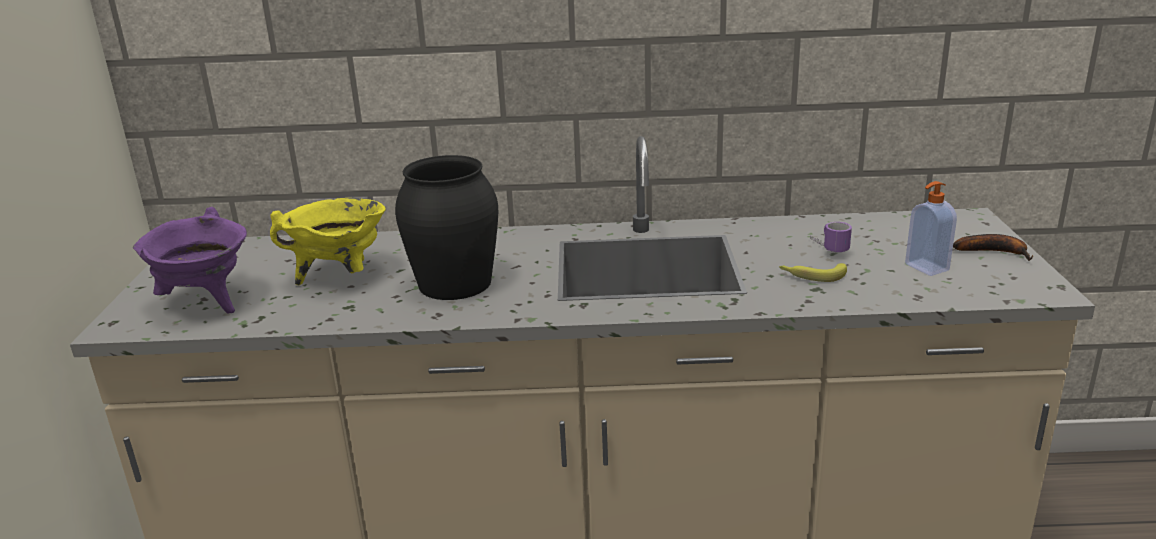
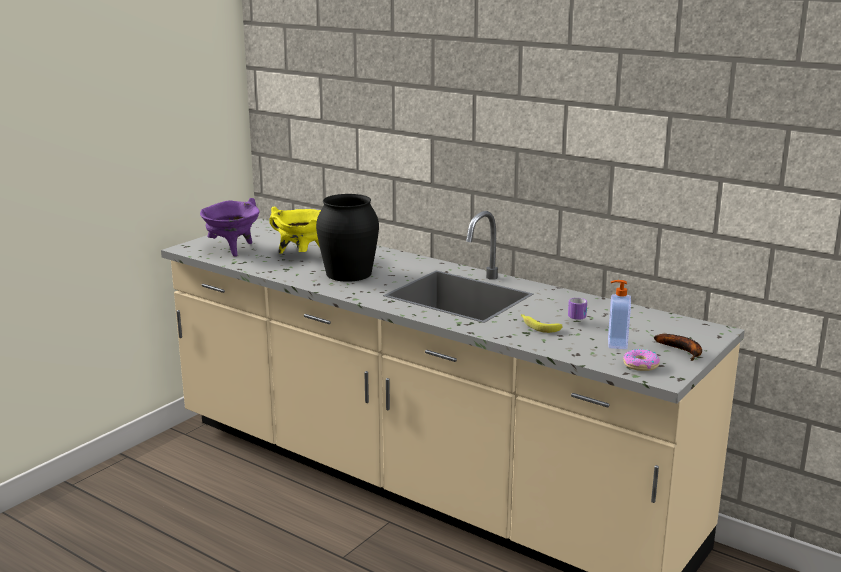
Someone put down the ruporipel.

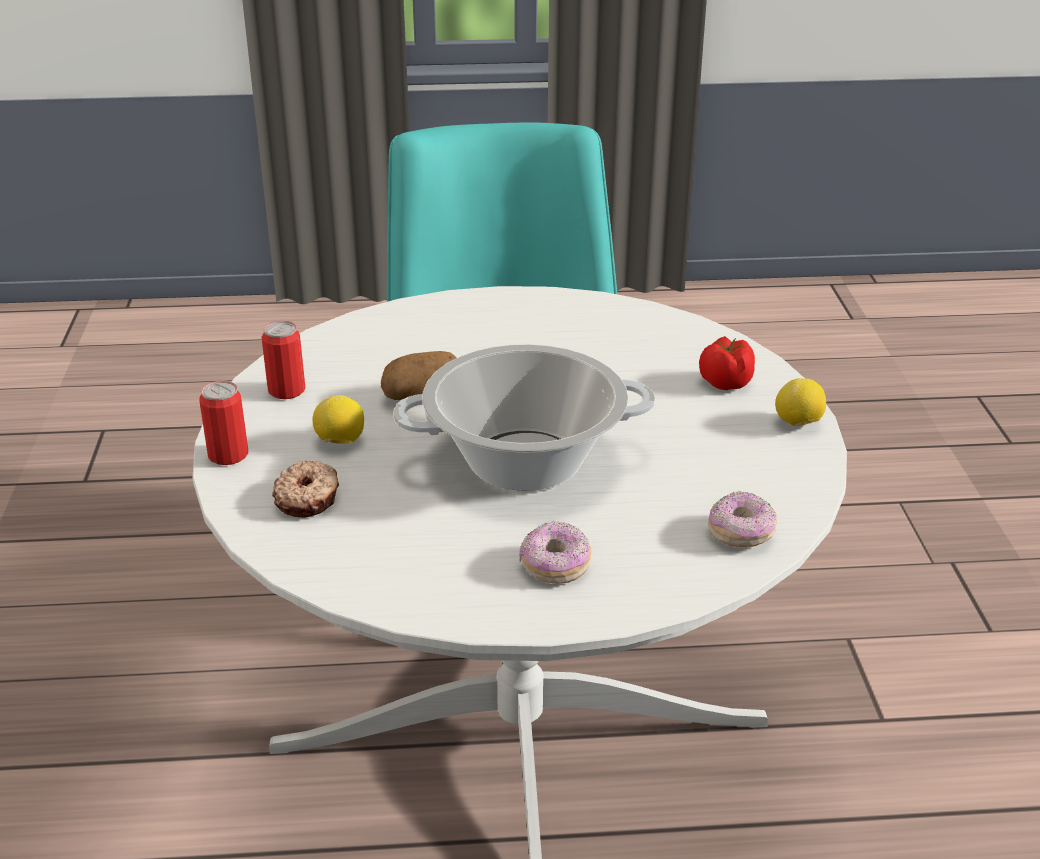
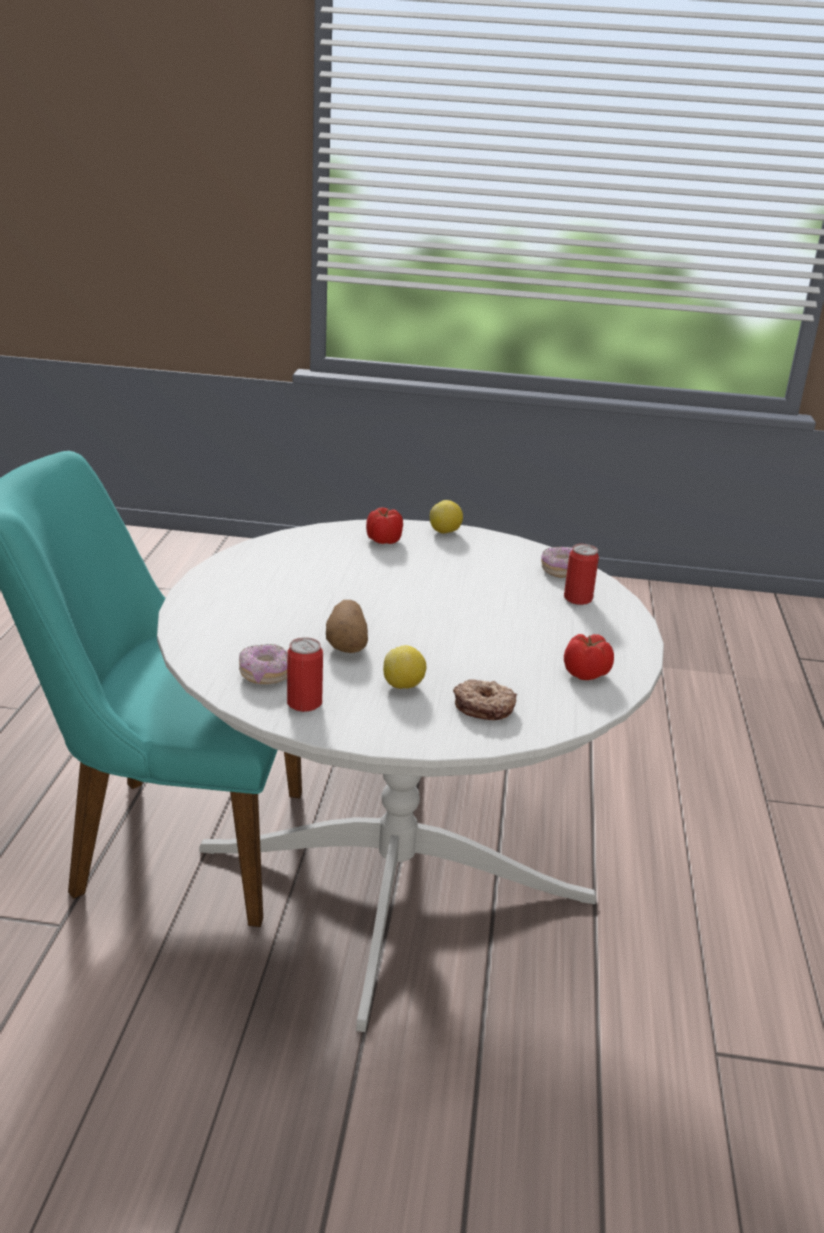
Someone took away the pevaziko.
Someone carried the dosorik (no. 1 from left in the first image).
Someone carried the ruporipel (no. 2 from left in the first image).
Someone put down the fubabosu (no. 2 from left).

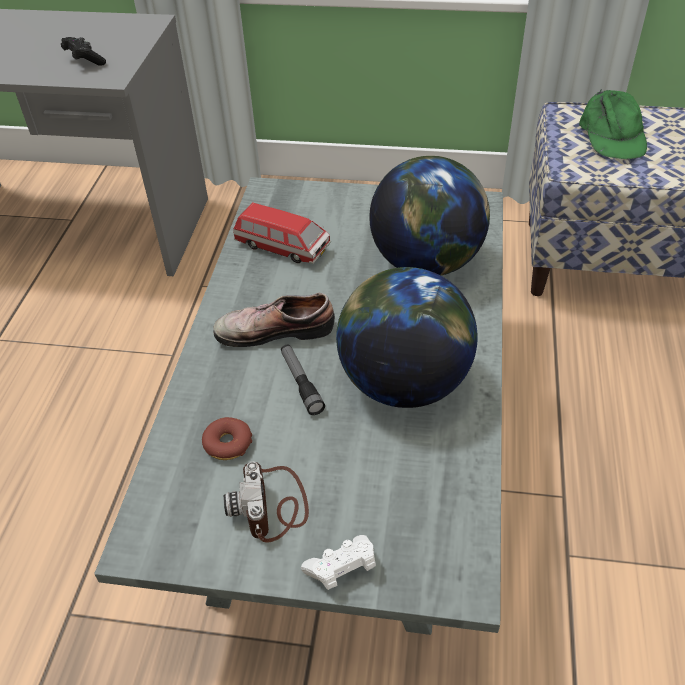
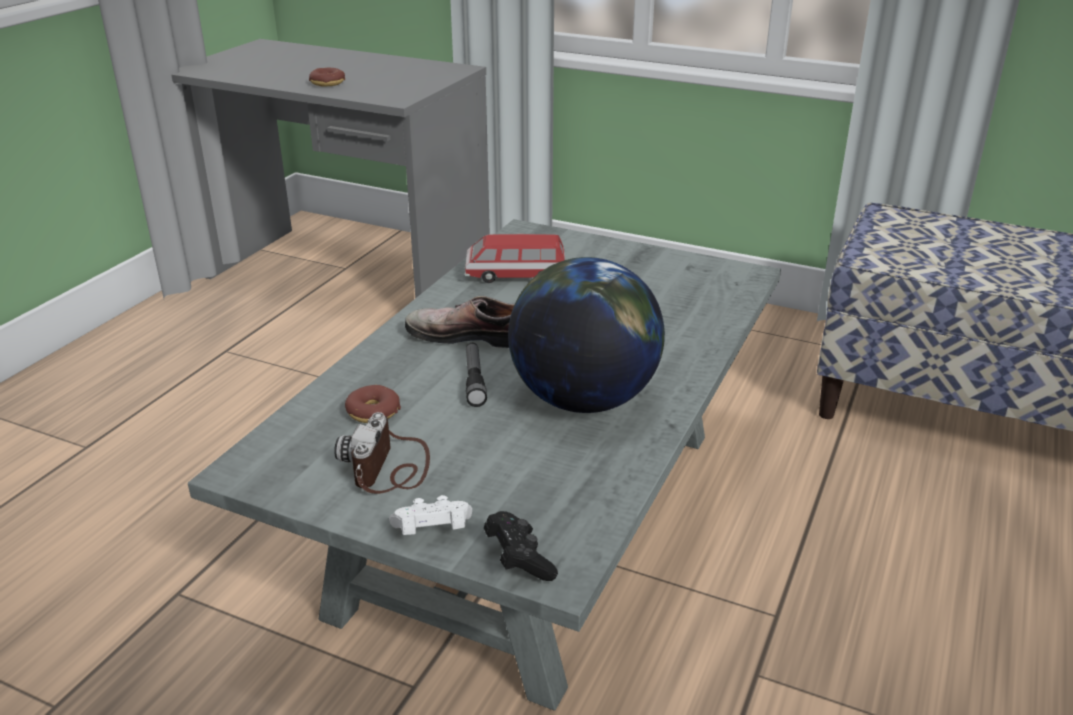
Someone carried the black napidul.
Someone took away the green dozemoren.
Someone took away the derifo (no. 2 from left).
Someone rotated the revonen by 135 degrees clockwise.
Someone put down the ruporipel (no. 1 from left).

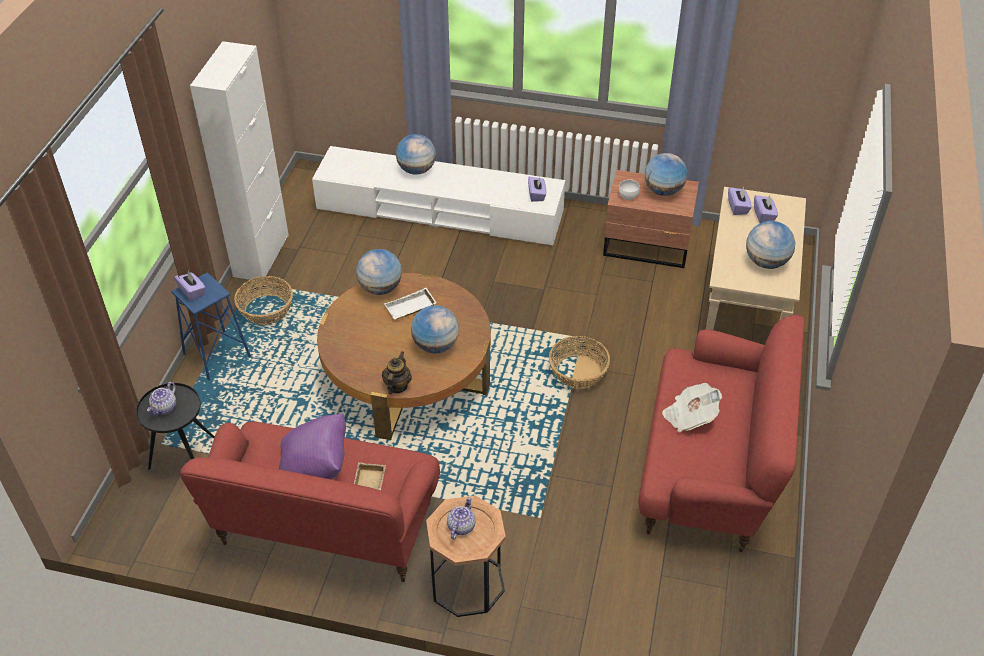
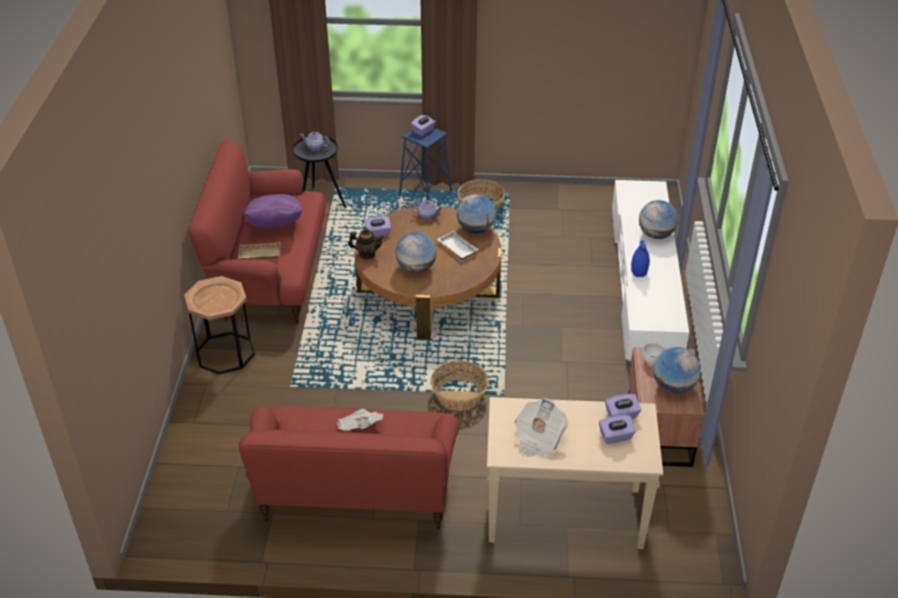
Someone took away the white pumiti.
Someone carried the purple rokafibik (no. 2 from left in the first image).
Someone swapped the derifo (no. 5 from left) for the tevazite (no. 2 from left).
Someone carried the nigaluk (no. 3 from left).
Someone put down the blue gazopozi.

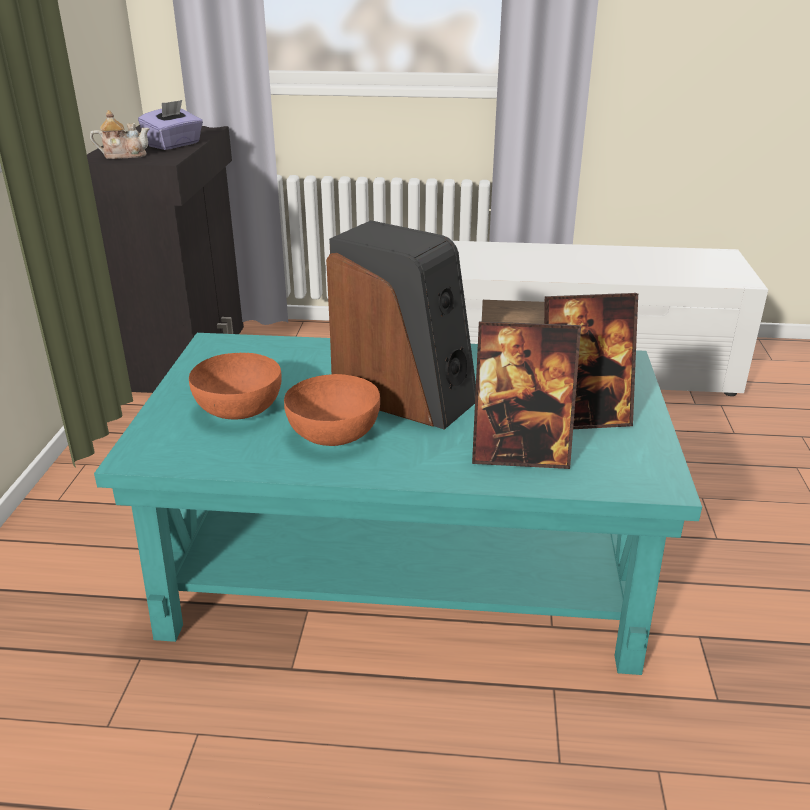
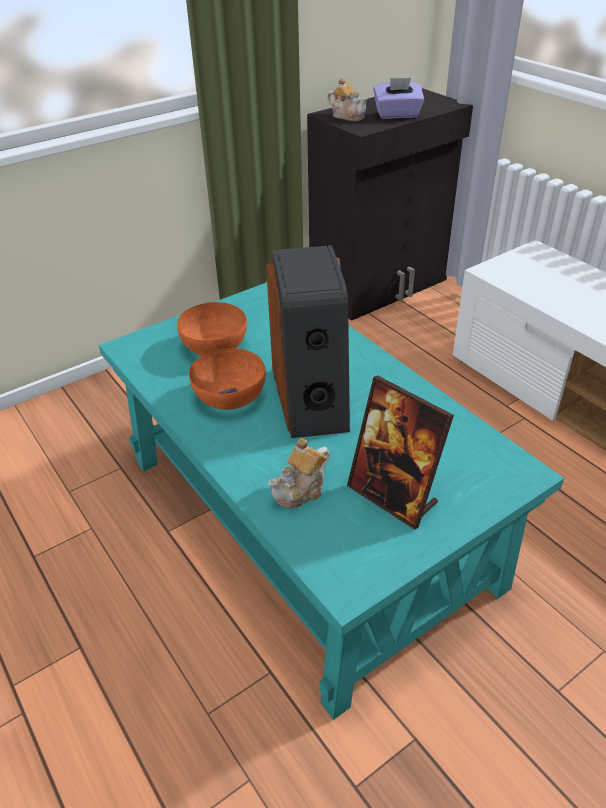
Someone swapped the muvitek (no. 1 from left) for the nigaluk (no. 1 from left).

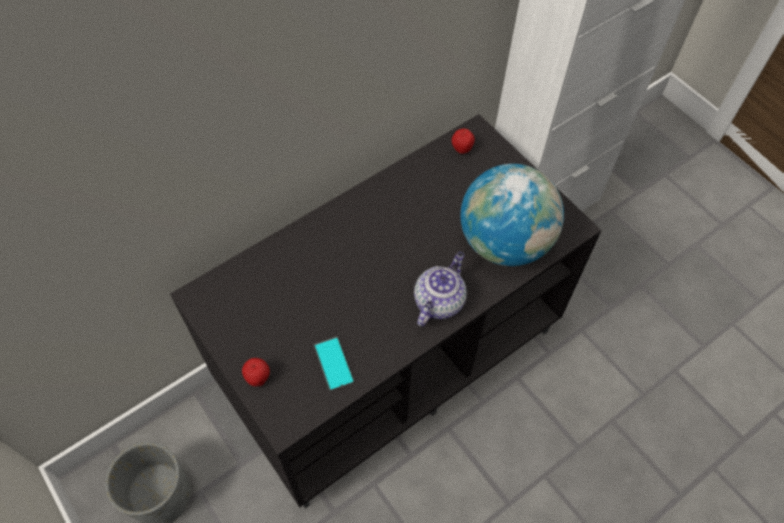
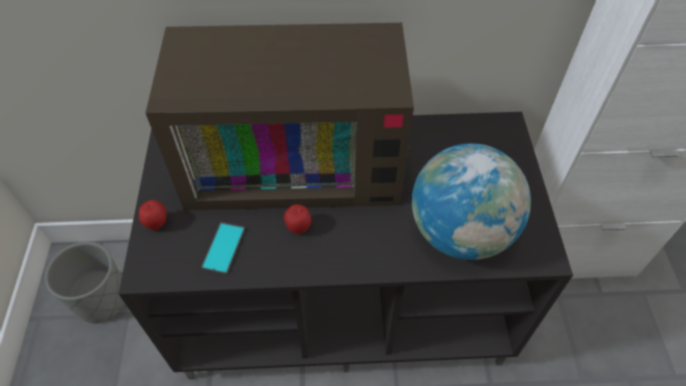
Someone carried the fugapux (no. 2 from left).
Someone took away the nigaluk.
Someone put down the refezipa.

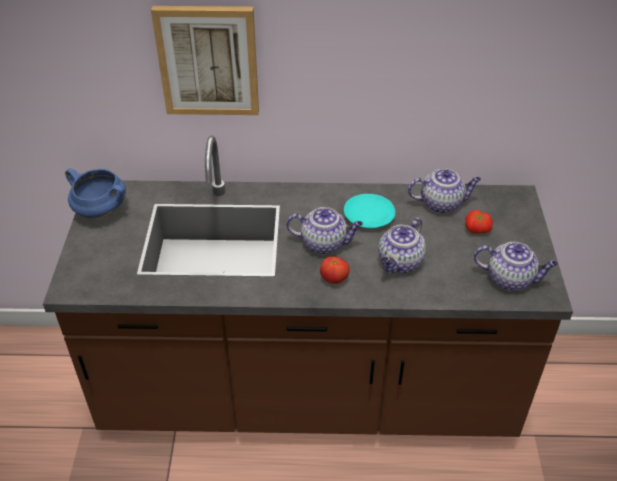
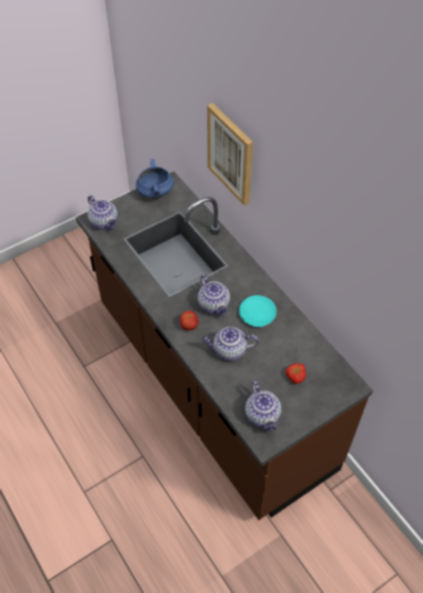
Someone carried the nigaluk (no. 3 from left in the first image).

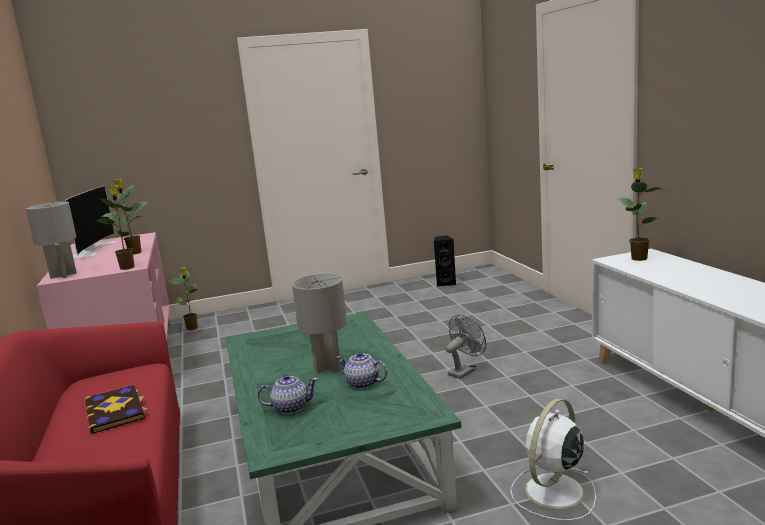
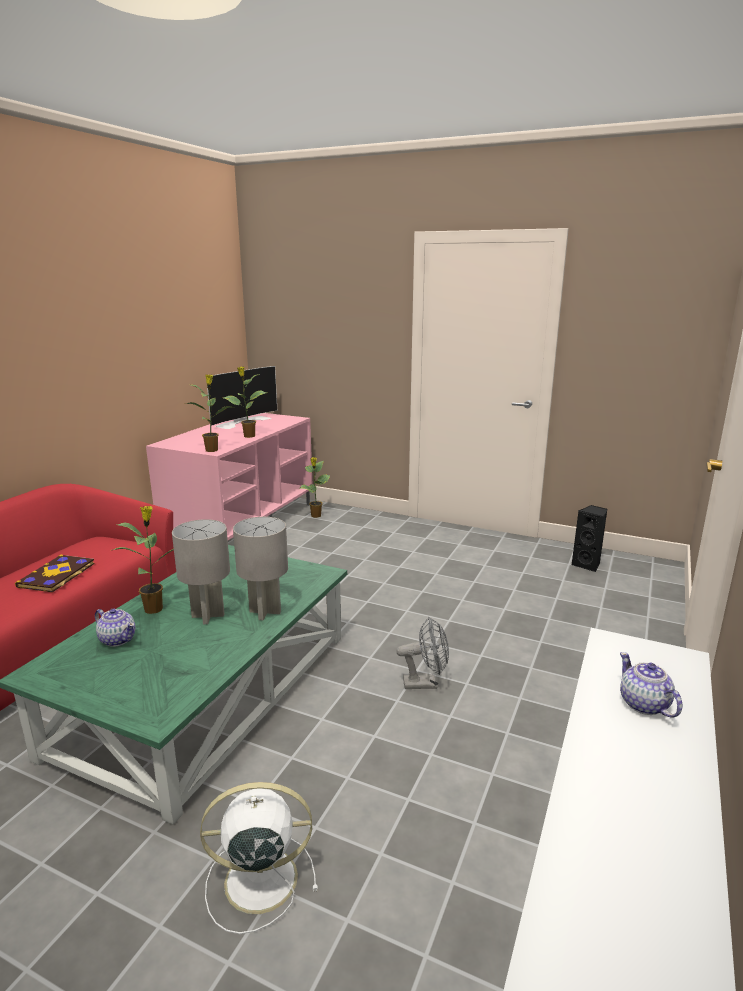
Someone carried the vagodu (no. 4 from left in the first image).
Someone carried the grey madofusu (no. 1 from left in the first image).
Someone carried the nigaluk (no. 2 from left).

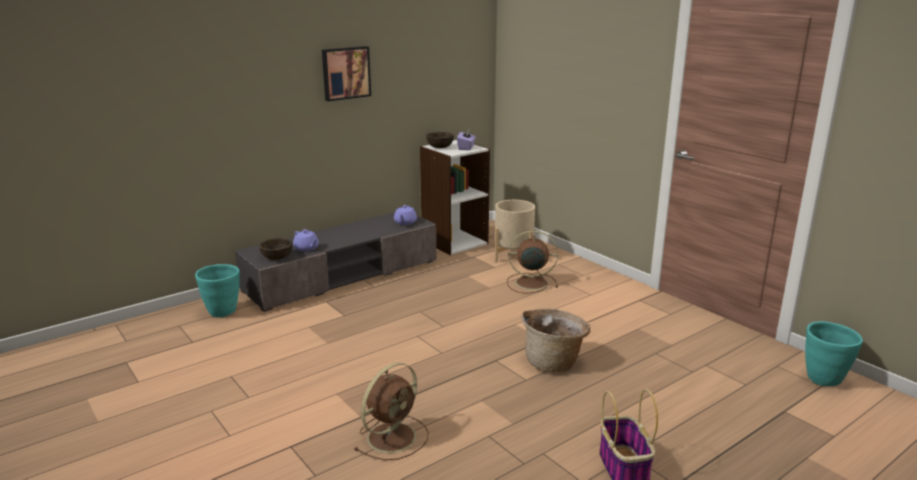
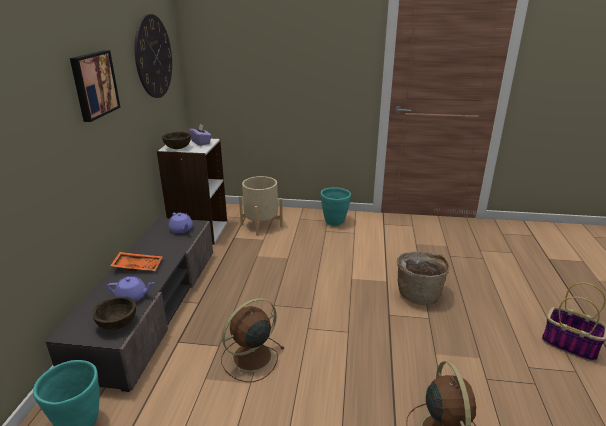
Someone carried the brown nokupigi (no. 2 from left in the first image).
Someone carried the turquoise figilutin (no. 2 from left).
Someone put up the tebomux.
Someone put down the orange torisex.

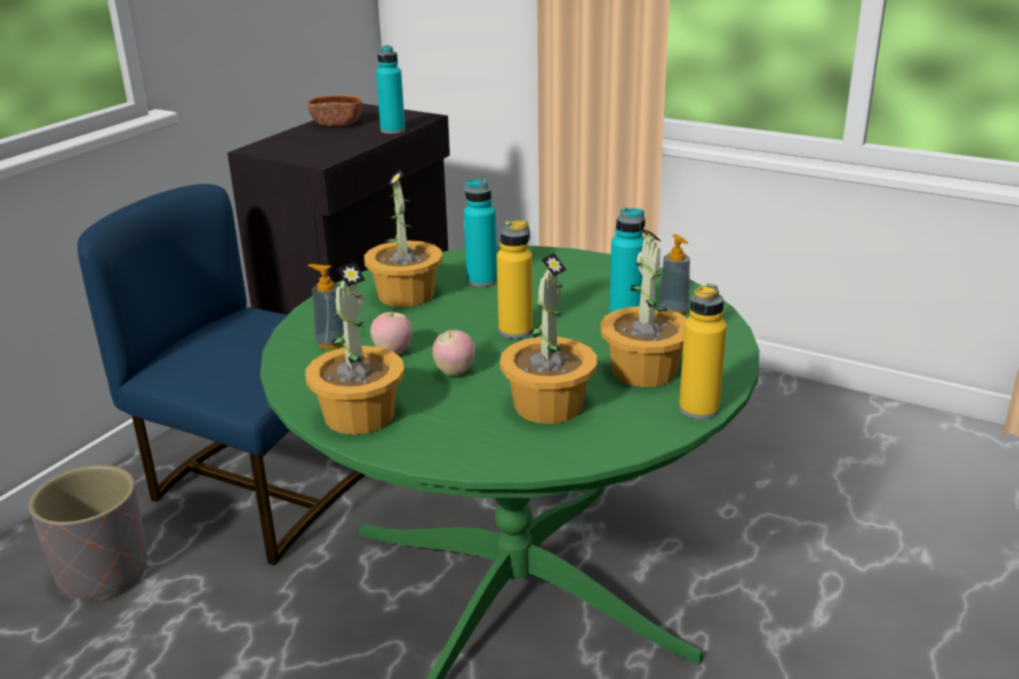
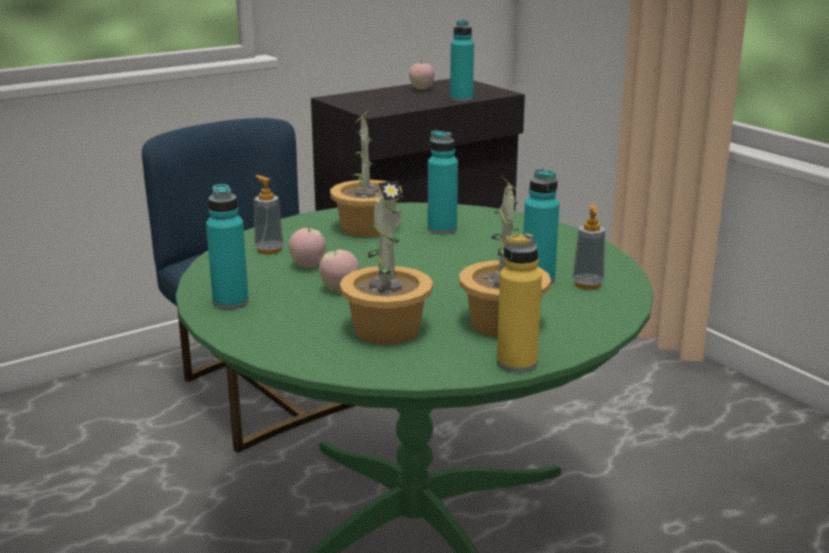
Someone swapped the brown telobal for the fugapux (no. 3 from left).
Someone took away the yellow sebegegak (no. 1 from left).
Someone swapped the vagodu (no. 1 from left) for the turquoise sebegegak (no. 1 from left).
Someone took away the grey figilutin.

